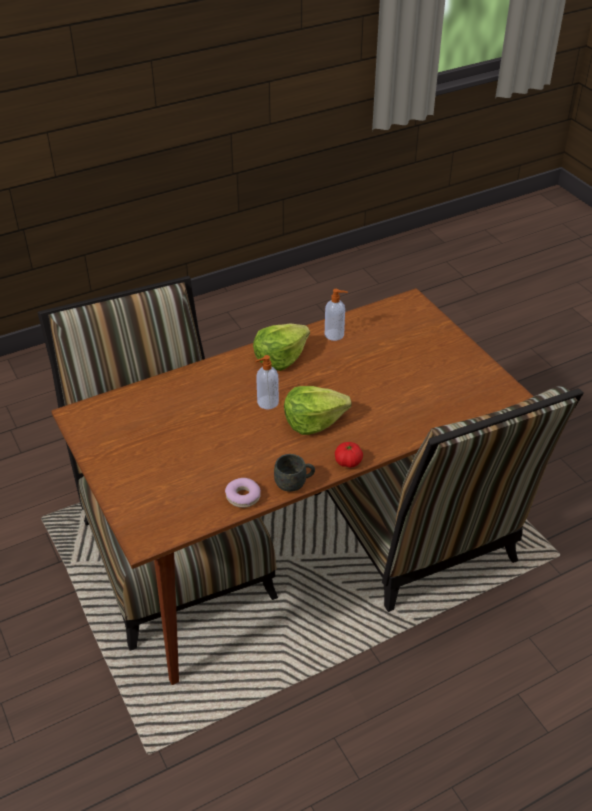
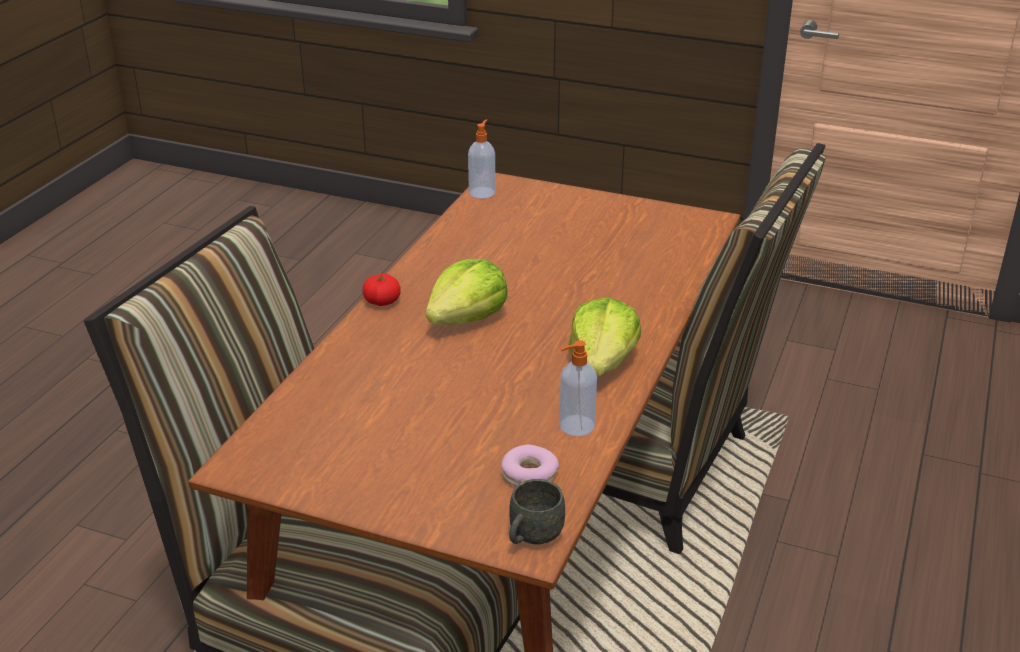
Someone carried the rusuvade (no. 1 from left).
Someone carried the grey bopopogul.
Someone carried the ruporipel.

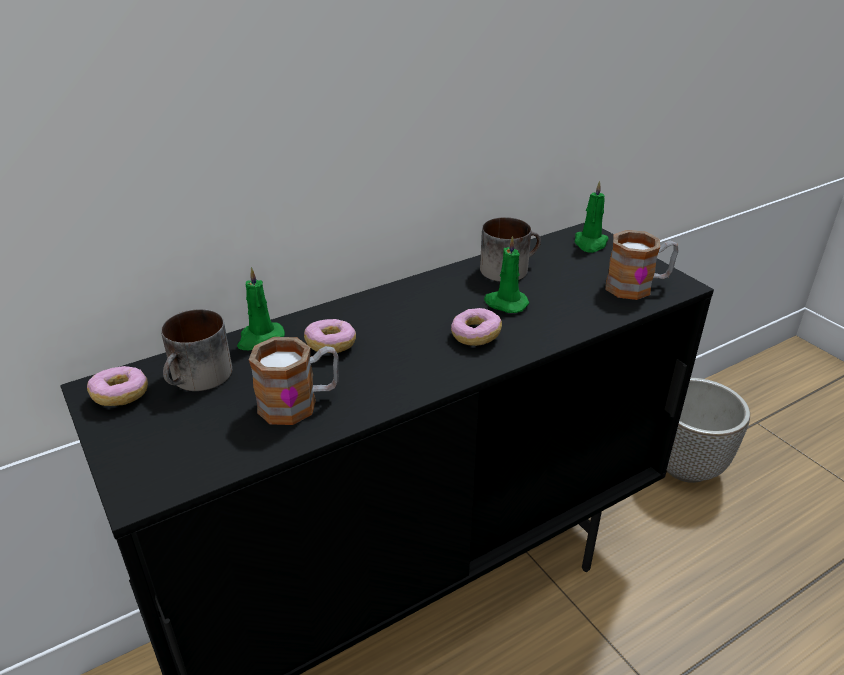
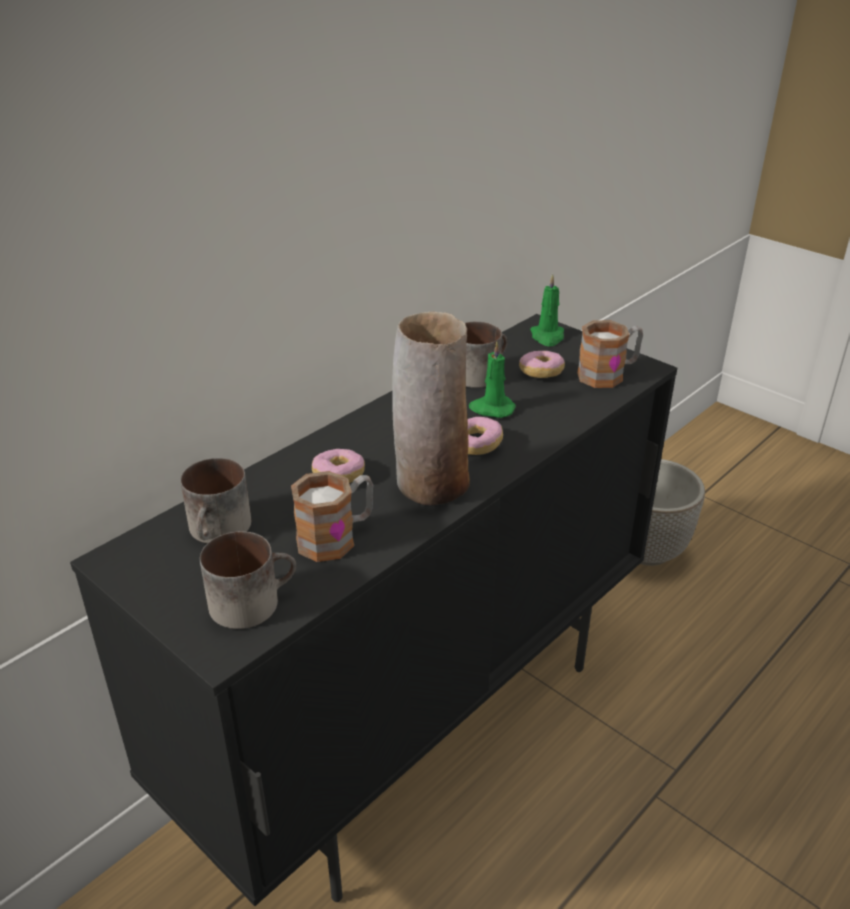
Someone took away the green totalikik (no. 1 from left).
Someone carried the ruporipel (no. 1 from left in the first image).
Someone put down the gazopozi.
Someone put down the bopopogul (no. 2 from left).

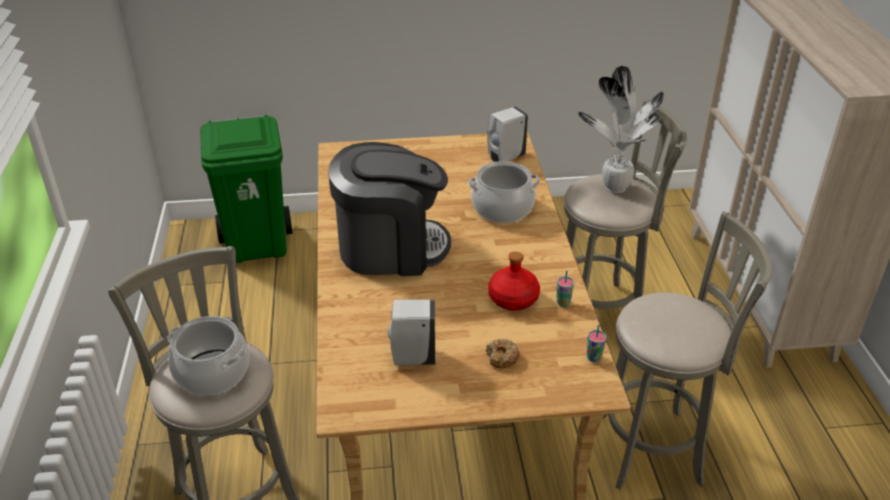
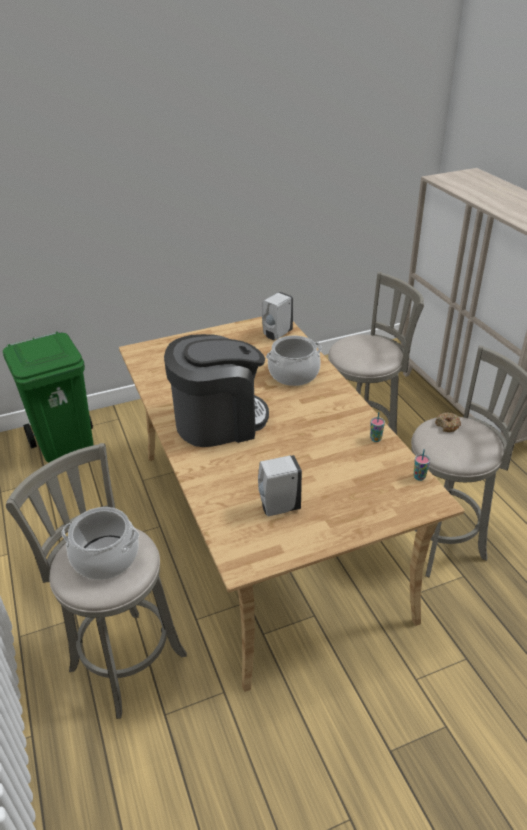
Someone took away the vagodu.
Someone took away the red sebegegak.
Someone carried the ruporipel.

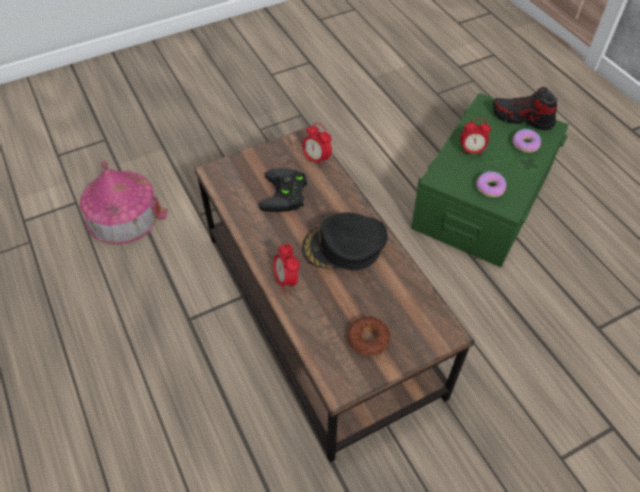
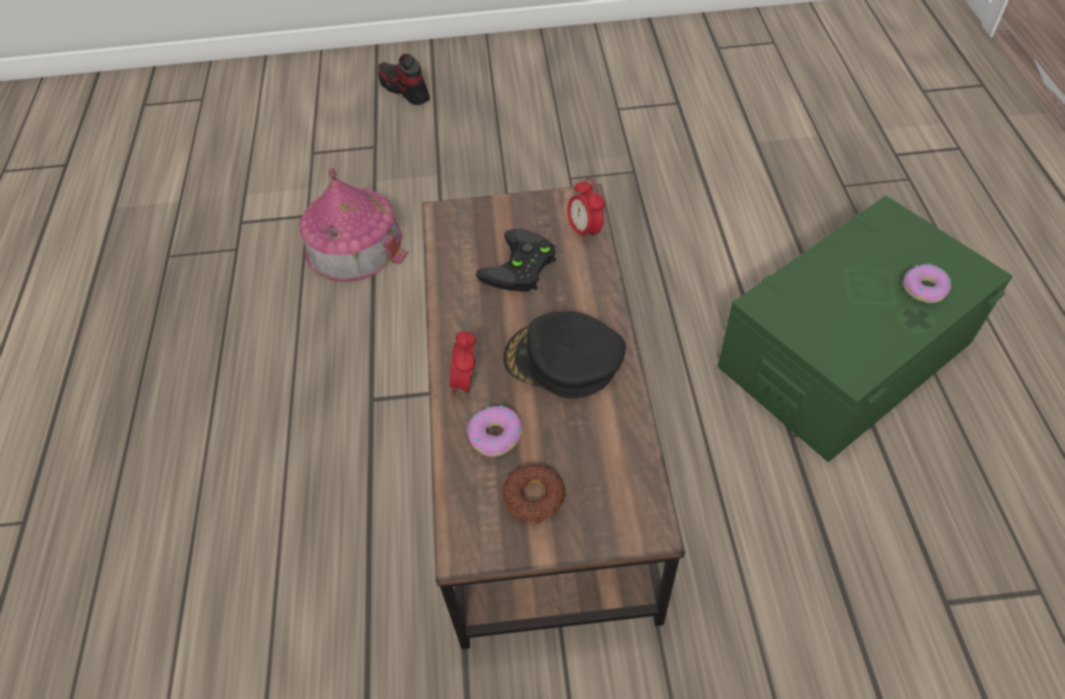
Someone carried the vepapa.
Someone took away the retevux (no. 3 from left).
Someone carried the ruporipel (no. 2 from left in the first image).

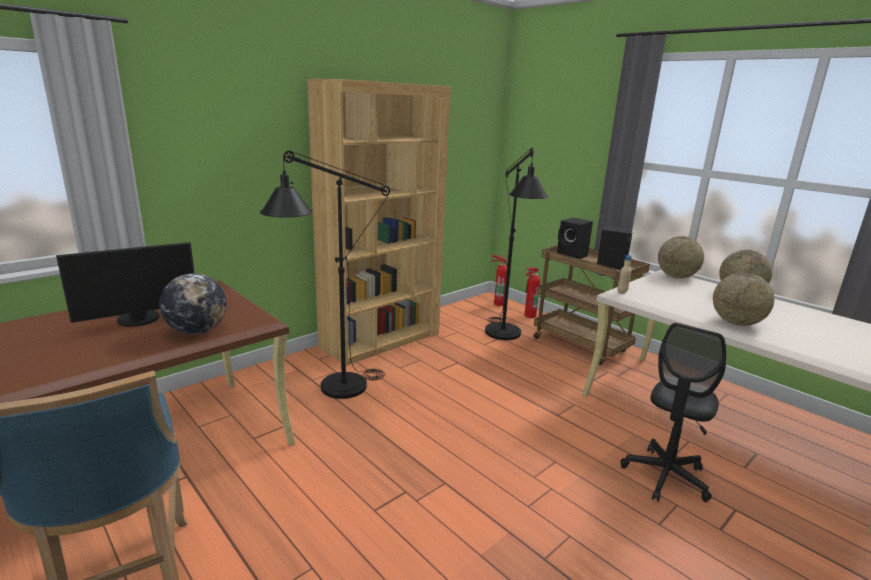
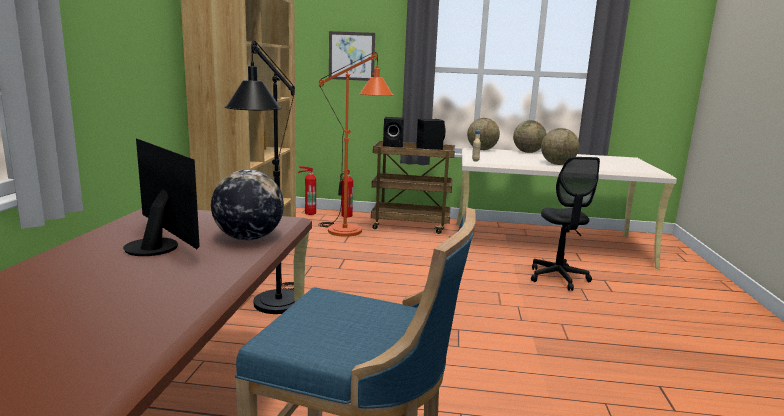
Someone repainted the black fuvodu (no. 2 from left), which became the orange fuvodu.
Someone rotated the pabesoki by 60 degrees counterclockwise.
Someone put up the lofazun.

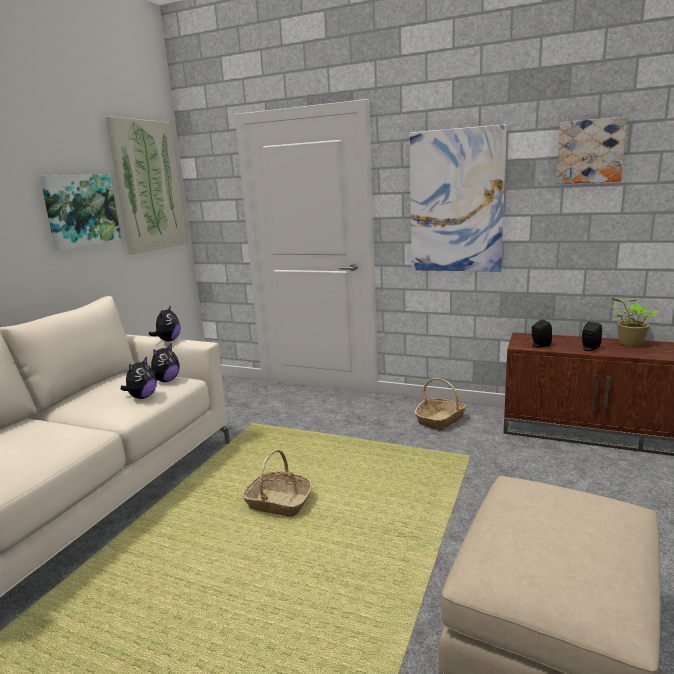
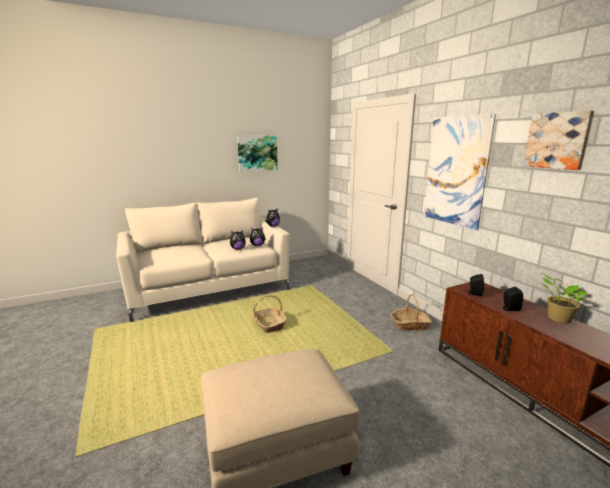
Someone took away the lofazun (no. 2 from left).

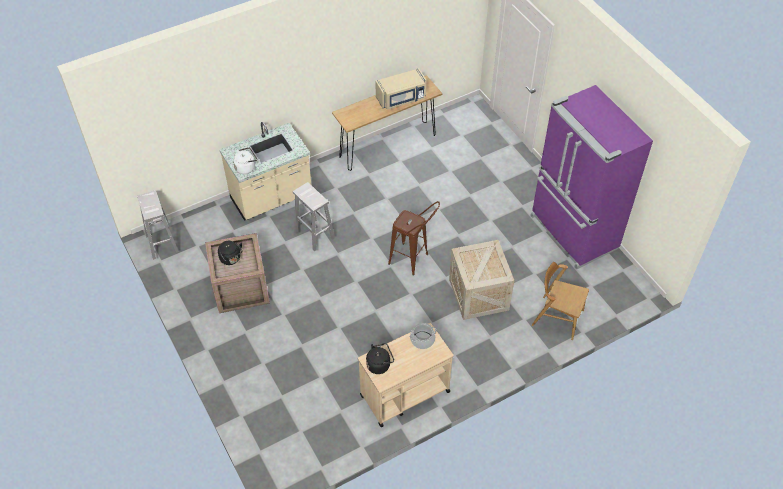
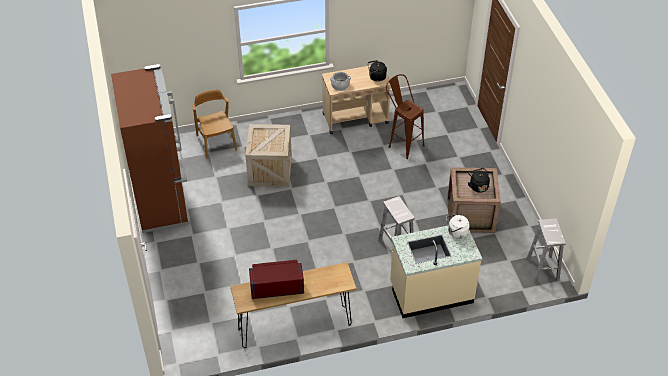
Someone repainted the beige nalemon, which became the red nalemon.
Someone repainted the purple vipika, which became the brown vipika.
Someone carried the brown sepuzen.
Someone rotated the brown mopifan by 150 degrees counterclockwise.

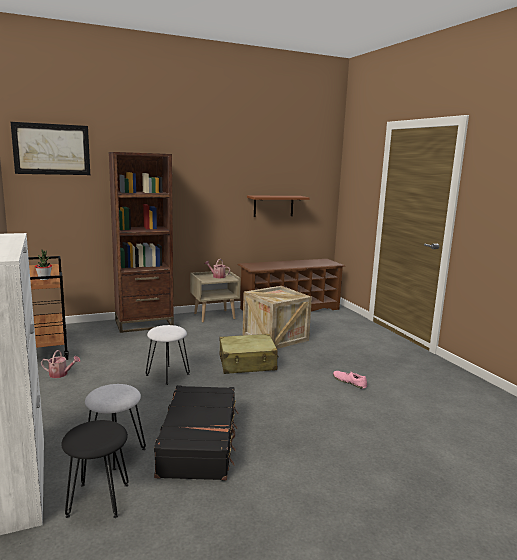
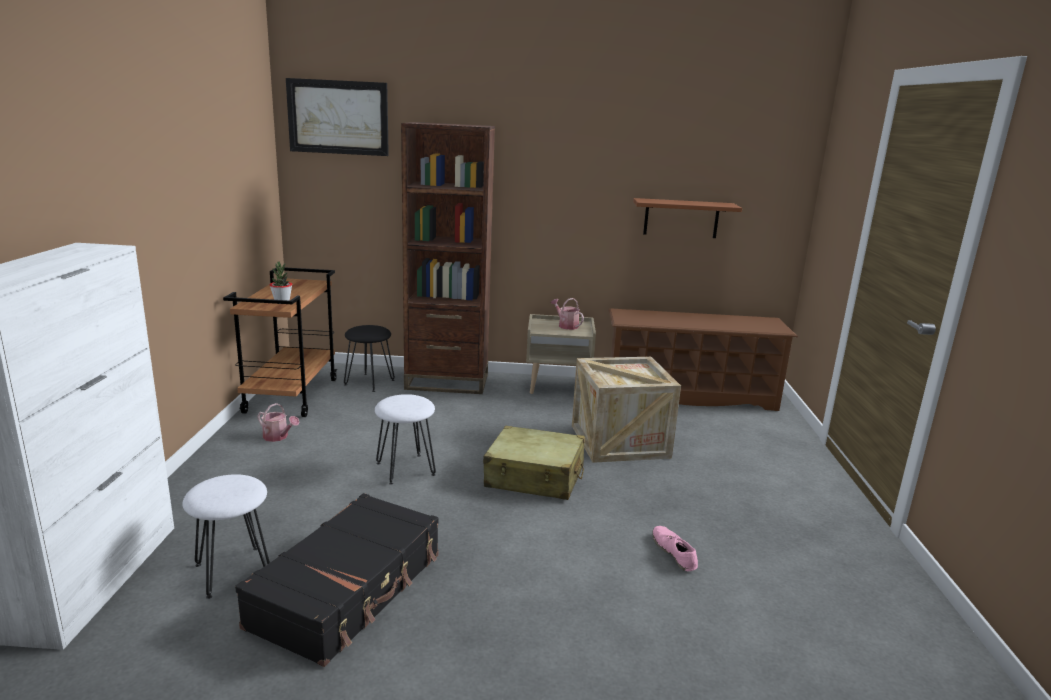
Someone carried the black sepuzen.

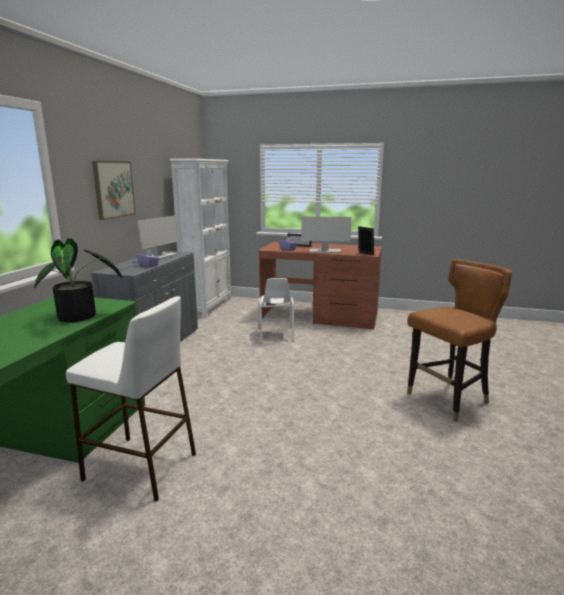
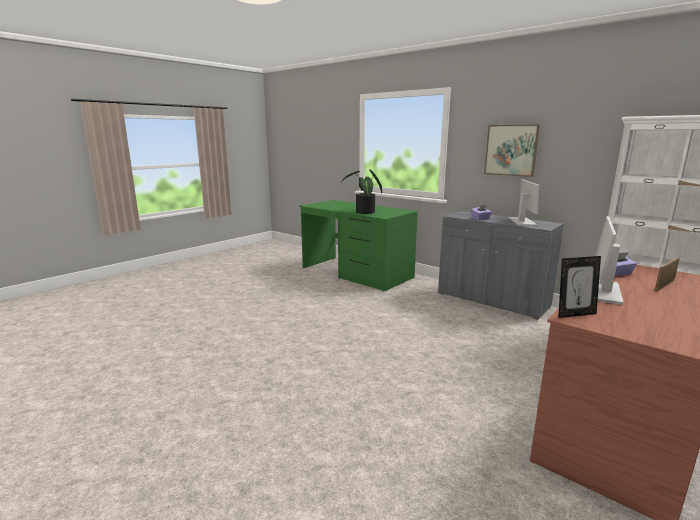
Someone rotated the pabesoki (no. 1 from left) by 135 degrees counterclockwise.
Someone took away the brown mopifan.
Someone took away the white mopifan.
Someone took away the white sepuzen.

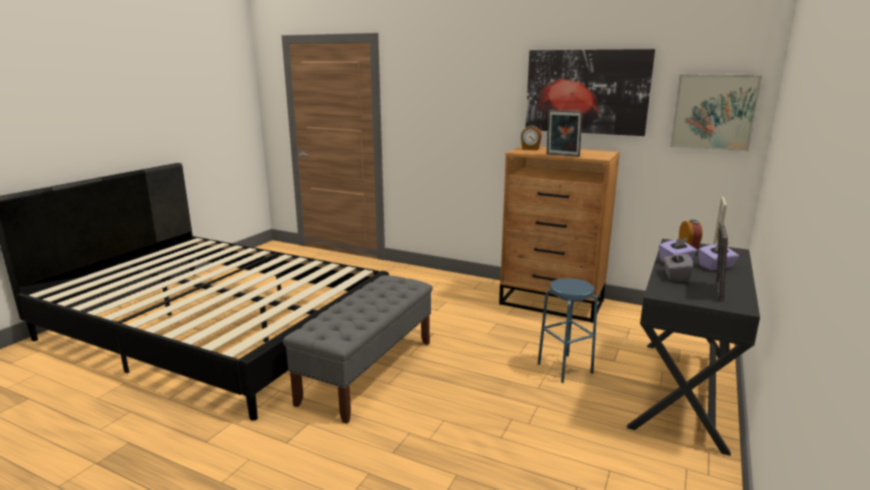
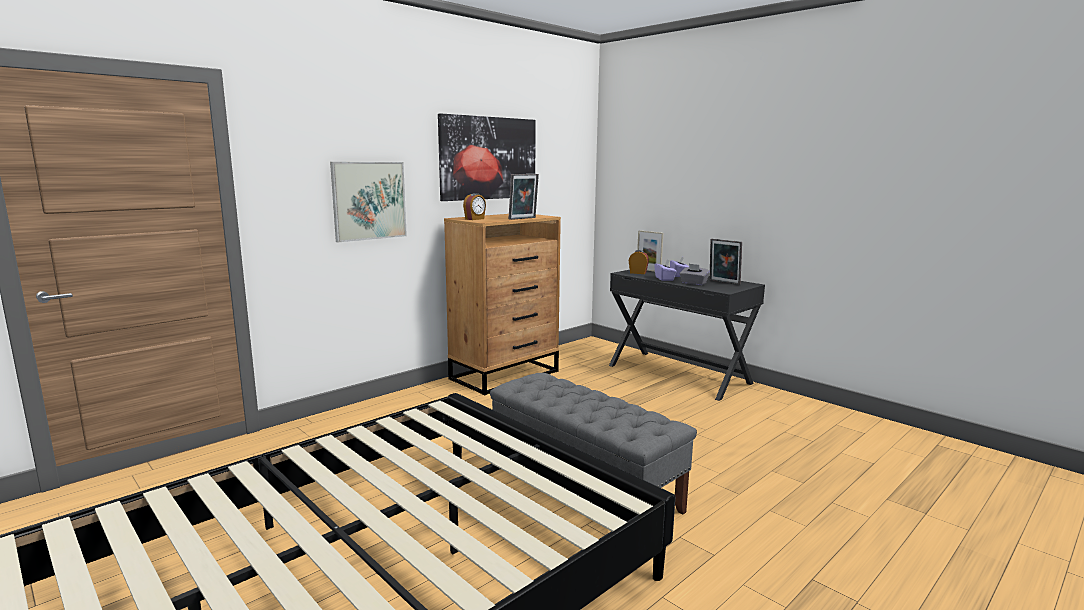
Someone carried the lofazun (no. 2 from left in the first image).
Someone took away the blue sepuzen.

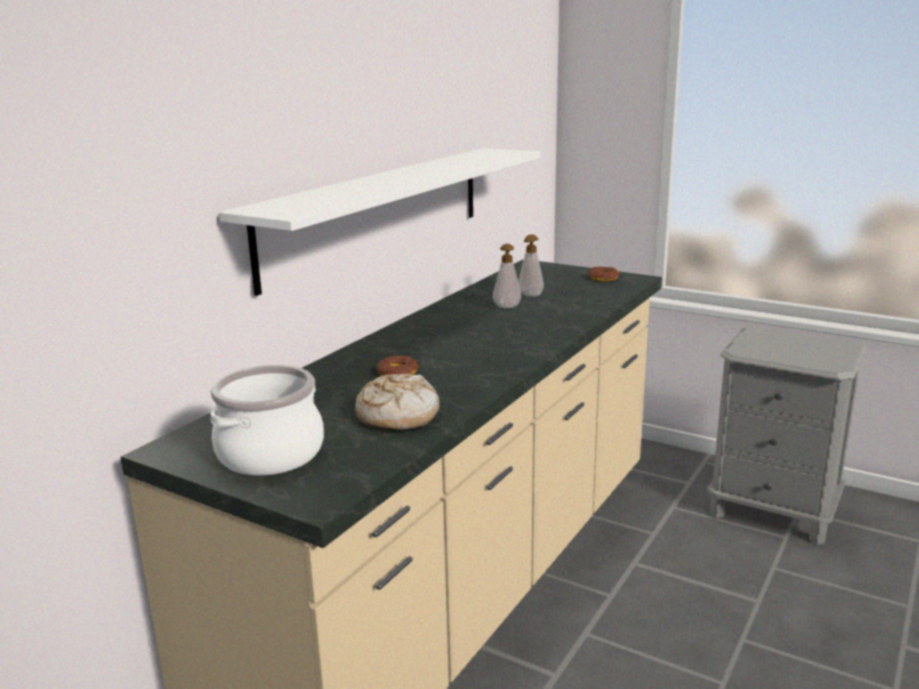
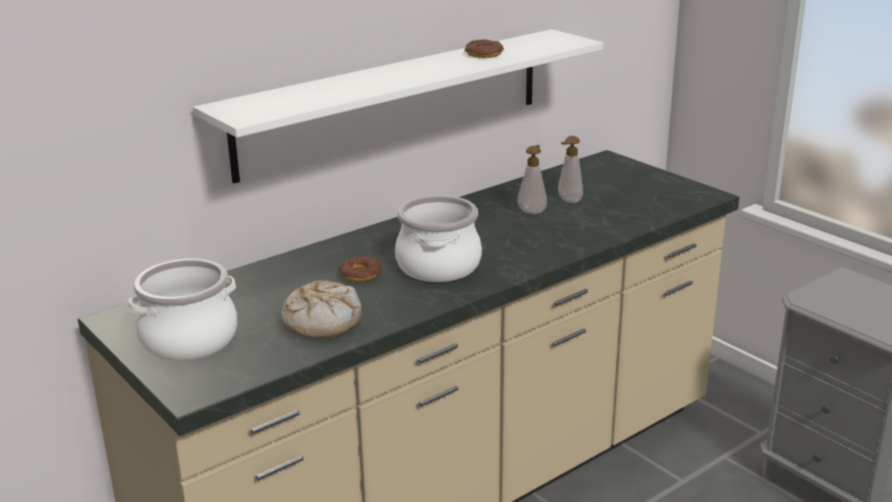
Someone carried the ruporipel (no. 2 from left).
Someone put down the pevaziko (no. 2 from left).

